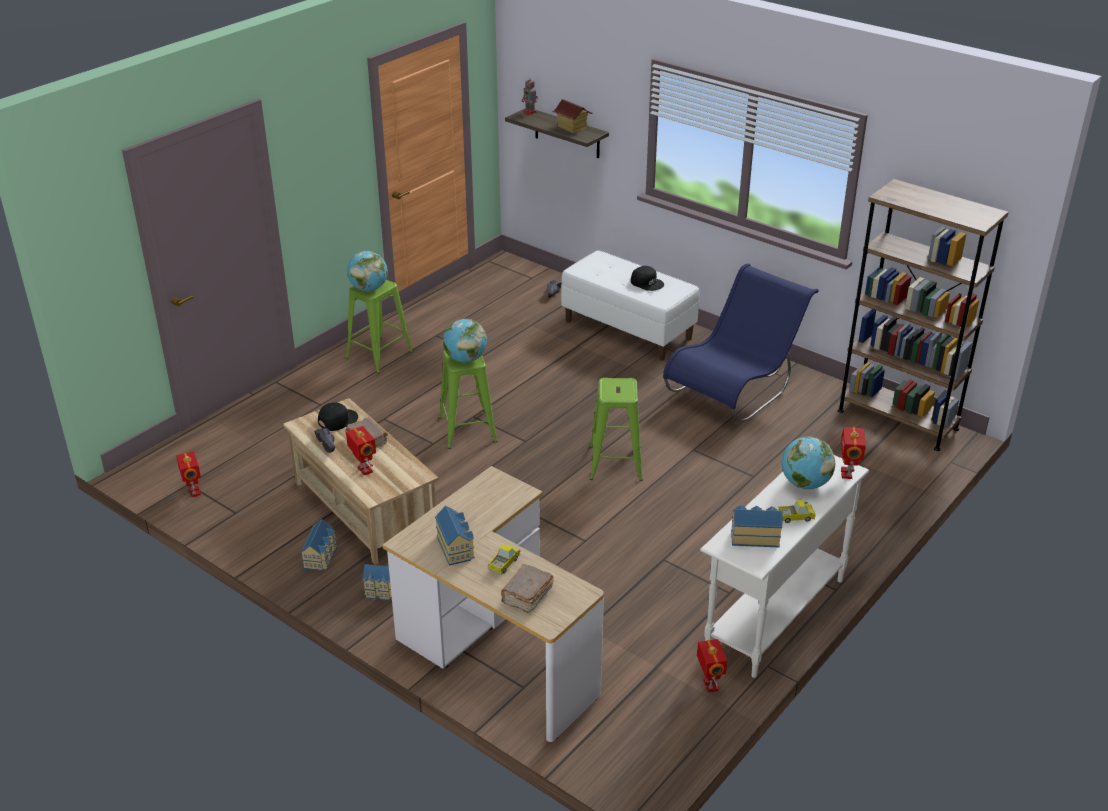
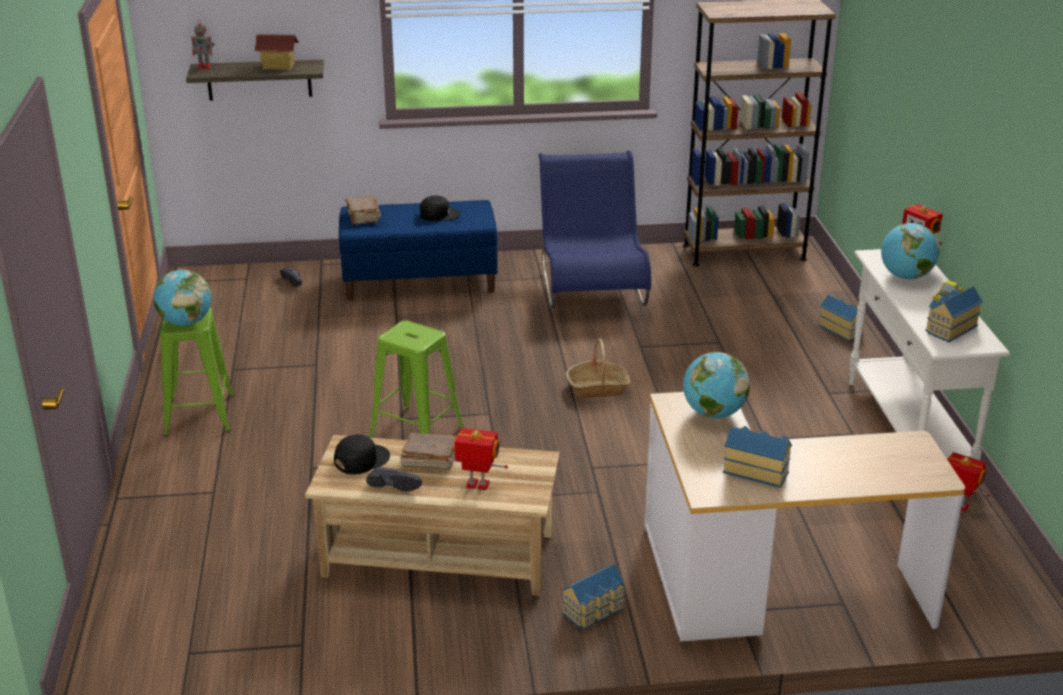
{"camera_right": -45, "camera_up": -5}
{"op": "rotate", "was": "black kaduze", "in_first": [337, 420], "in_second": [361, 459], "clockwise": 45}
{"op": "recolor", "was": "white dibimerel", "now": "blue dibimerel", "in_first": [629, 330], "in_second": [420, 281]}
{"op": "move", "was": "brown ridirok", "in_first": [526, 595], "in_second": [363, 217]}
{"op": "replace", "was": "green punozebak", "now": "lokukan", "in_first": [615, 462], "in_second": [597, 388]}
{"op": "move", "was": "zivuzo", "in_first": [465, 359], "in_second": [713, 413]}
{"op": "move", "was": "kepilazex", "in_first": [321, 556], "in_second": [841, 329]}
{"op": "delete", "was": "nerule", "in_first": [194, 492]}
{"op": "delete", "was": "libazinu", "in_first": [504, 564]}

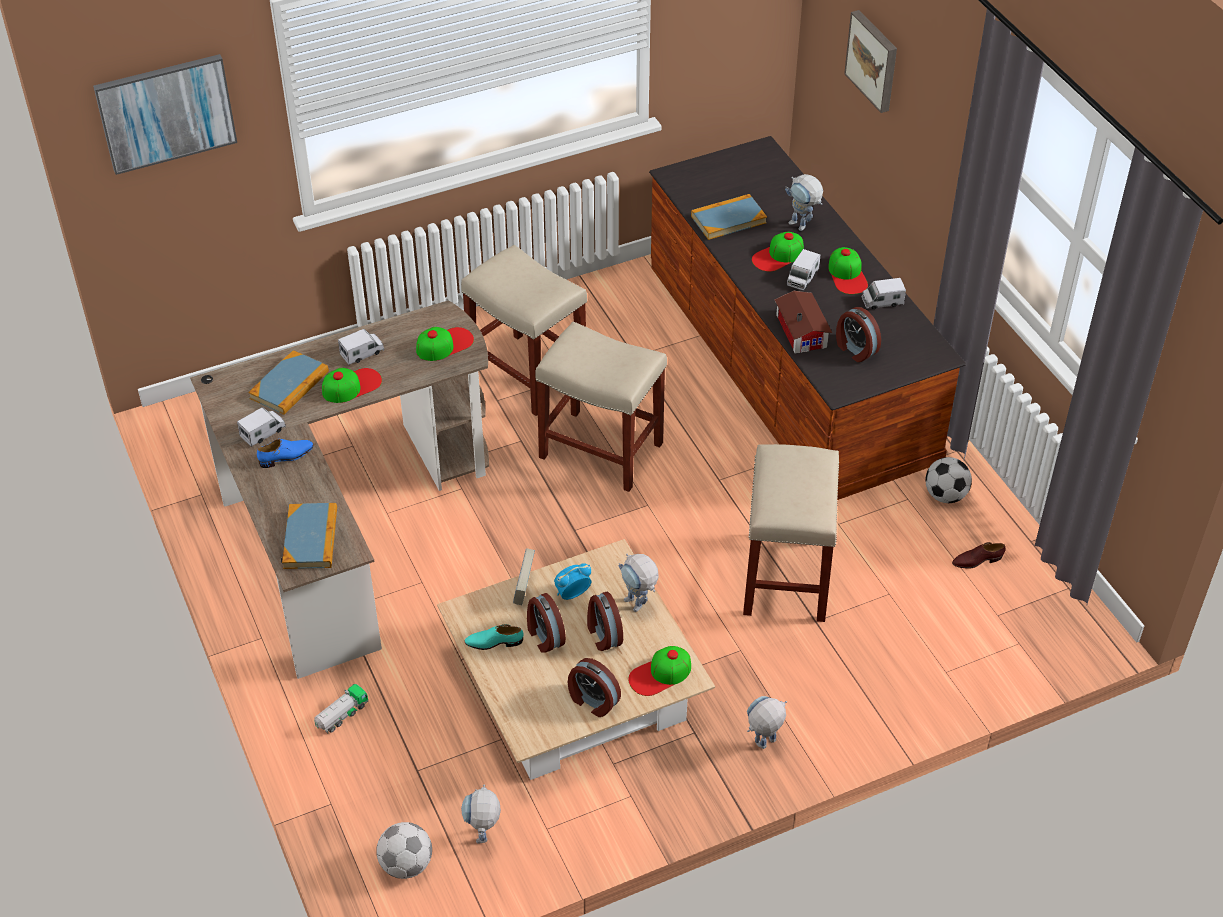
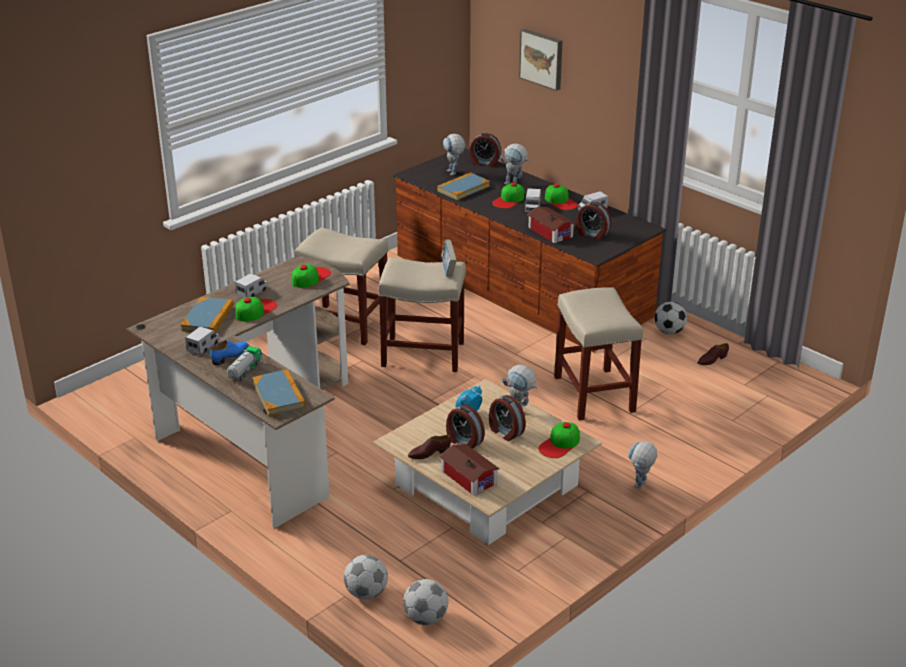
{"camera_right": -20, "camera_up": -15}
{"op": "move", "was": "libazinu", "in_first": [342, 715], "in_second": [244, 371]}
{"op": "insert", "now": "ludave", "in_second": [366, 593]}
{"op": "recolor", "was": "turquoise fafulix", "now": "brown fafulix", "in_first": [494, 642], "in_second": [429, 453]}
{"op": "insert", "now": "kepilazex", "in_second": [469, 476]}
{"op": "move", "was": "ridirok", "in_first": [524, 589], "in_second": [448, 270]}
{"op": "move", "was": "nerule", "in_first": [484, 840], "in_second": [454, 174]}
{"op": "move", "was": "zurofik", "in_first": [593, 701], "in_second": [484, 163]}
{"op": "delete", "was": "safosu", "in_first": [166, 112]}

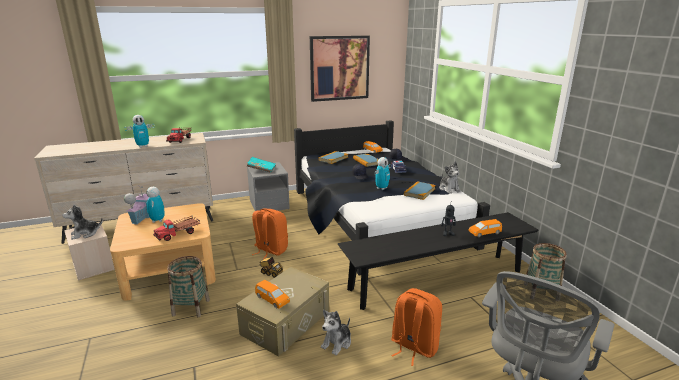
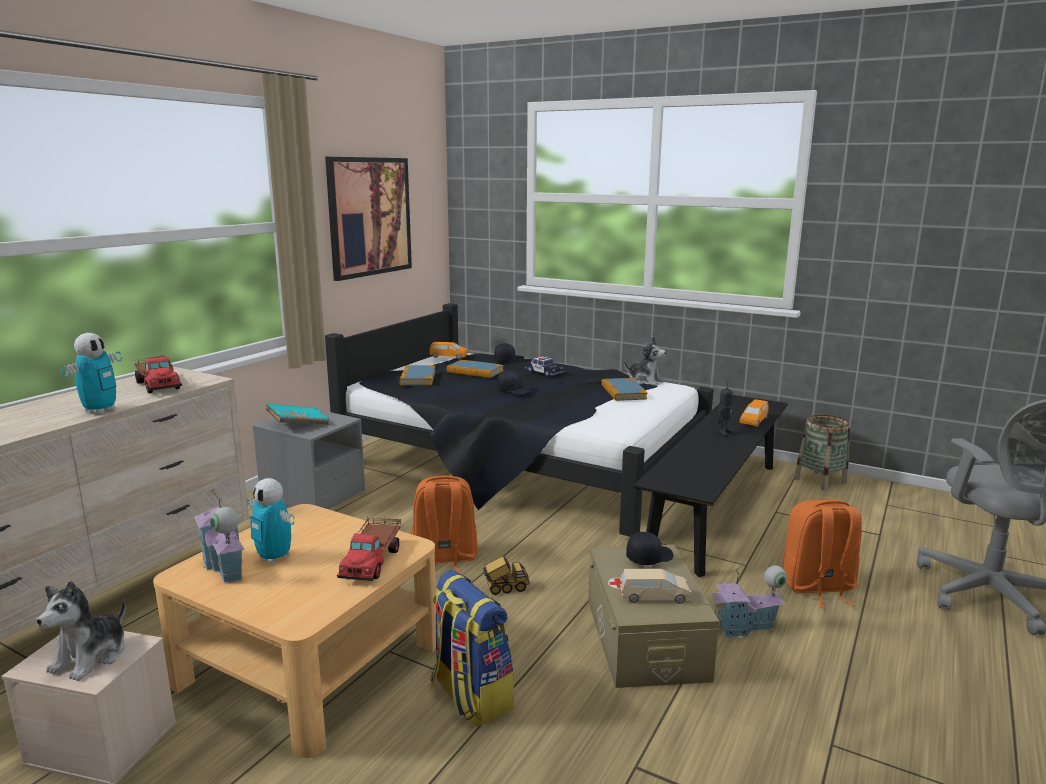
{"camera_right": -40, "camera_up": -5}
{"op": "replace", "was": "lokukan", "now": "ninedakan", "in_first": [191, 307], "in_second": [470, 696]}
{"op": "recolor", "was": "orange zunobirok", "now": "beige zunobirok", "in_first": [272, 299], "in_second": [654, 596]}
{"op": "insert", "now": "black kaduze", "in_second": [648, 557]}
{"op": "replace", "was": "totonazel", "now": "kepilazex", "in_first": [337, 343], "in_second": [745, 627]}
{"op": "delete", "was": "nerule", "in_first": [381, 188]}

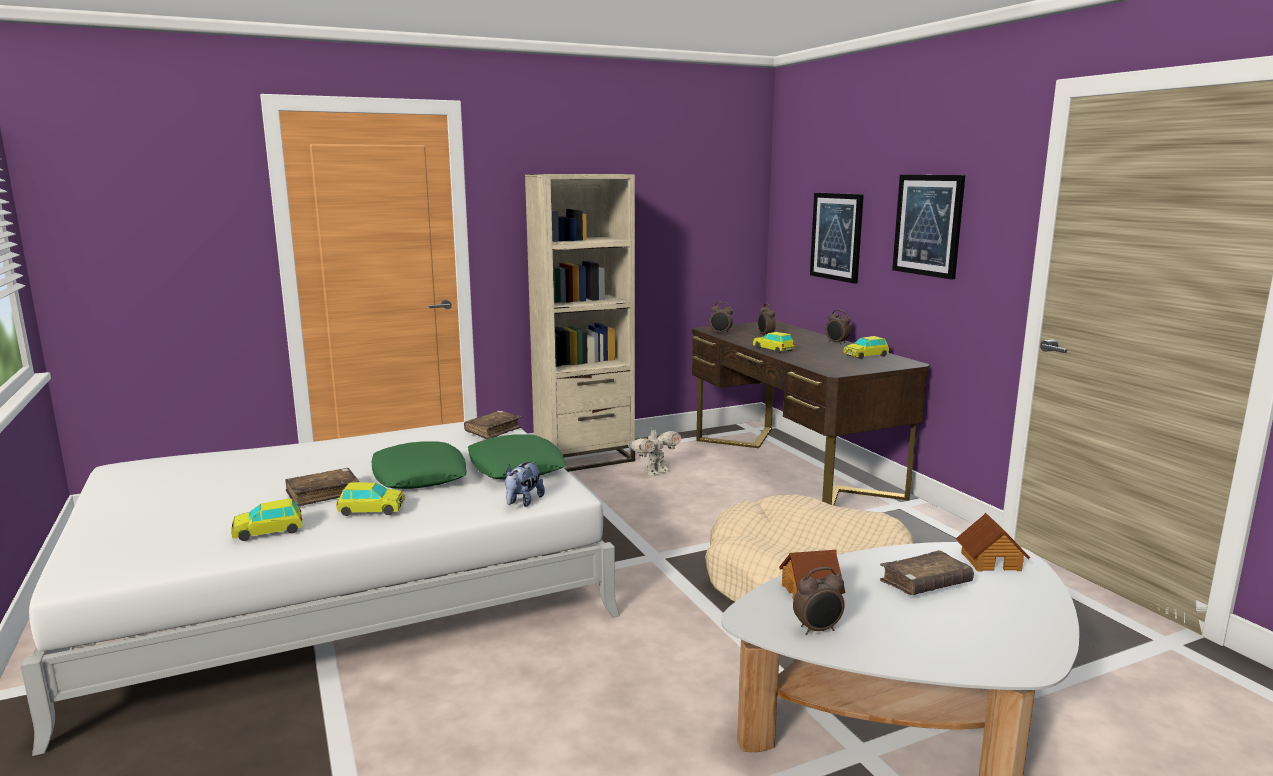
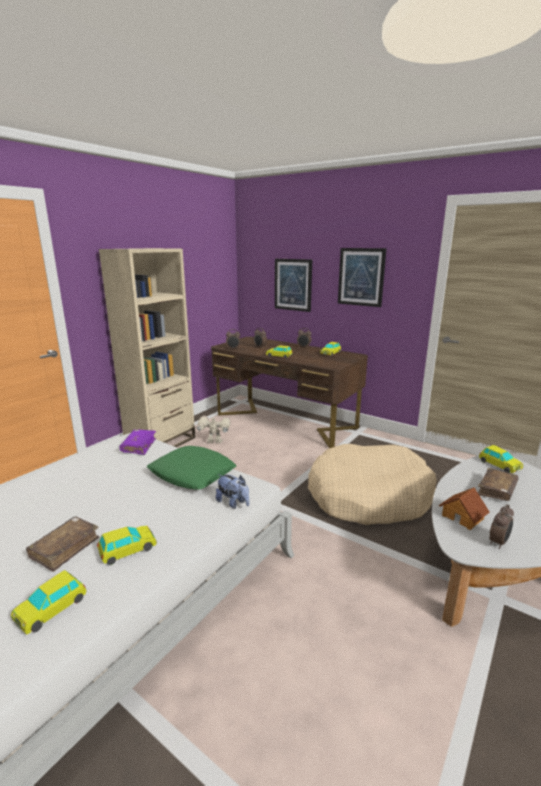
{"camera_right": -30, "camera_up": 5}
{"op": "recolor", "was": "brown ridirok", "now": "purple ridirok", "in_first": [493, 431], "in_second": [139, 446]}
{"op": "rotate", "was": "nerule", "in_first": [654, 472], "in_second": [214, 442], "clockwise": -105}
{"op": "rotate", "was": "totonazel", "in_first": [523, 502], "in_second": [233, 503], "clockwise": -45}
{"op": "replace", "was": "kepilazex", "now": "zunobirok", "in_first": [990, 561], "in_second": [499, 465]}
{"op": "delete", "was": "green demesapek", "in_first": [419, 475]}

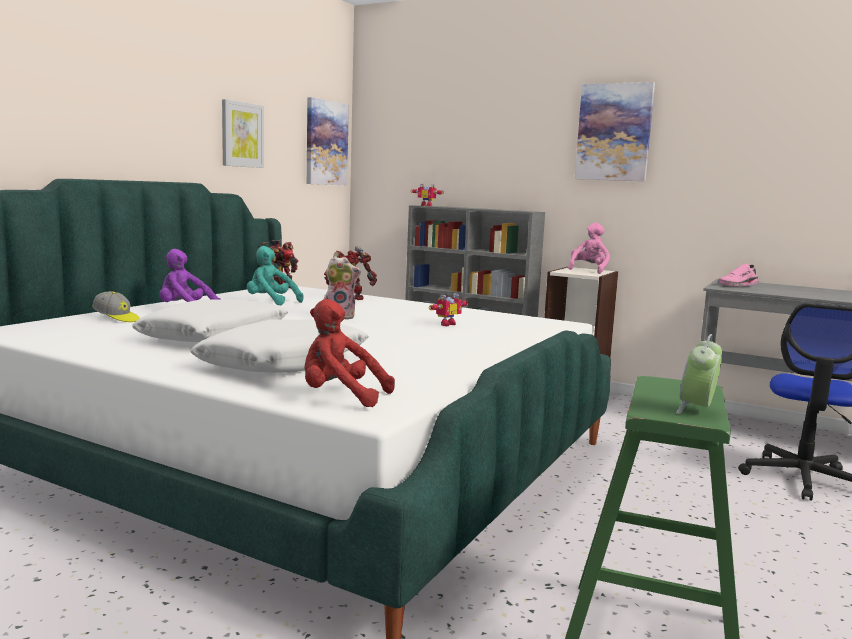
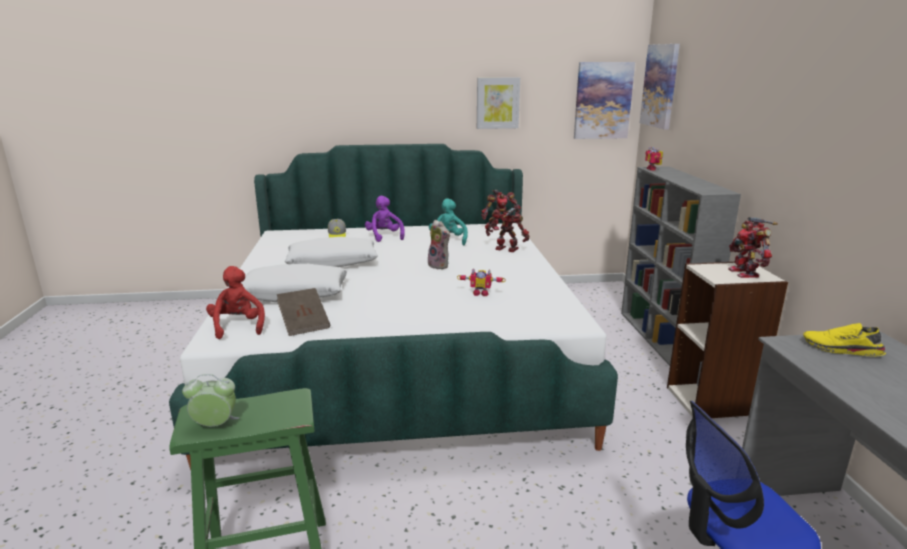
{"camera_right": 55, "camera_up": 10}
{"op": "insert", "now": "brown ridirok", "in_second": [304, 323]}
{"op": "move", "was": "safosu", "in_first": [614, 132], "in_second": [660, 86]}
{"op": "replace", "was": "pink totonazel", "now": "nerule", "in_first": [589, 270], "in_second": [745, 273]}
{"op": "recolor", "was": "pink fafulix", "now": "yellow fafulix", "in_first": [739, 285], "in_second": [841, 350]}

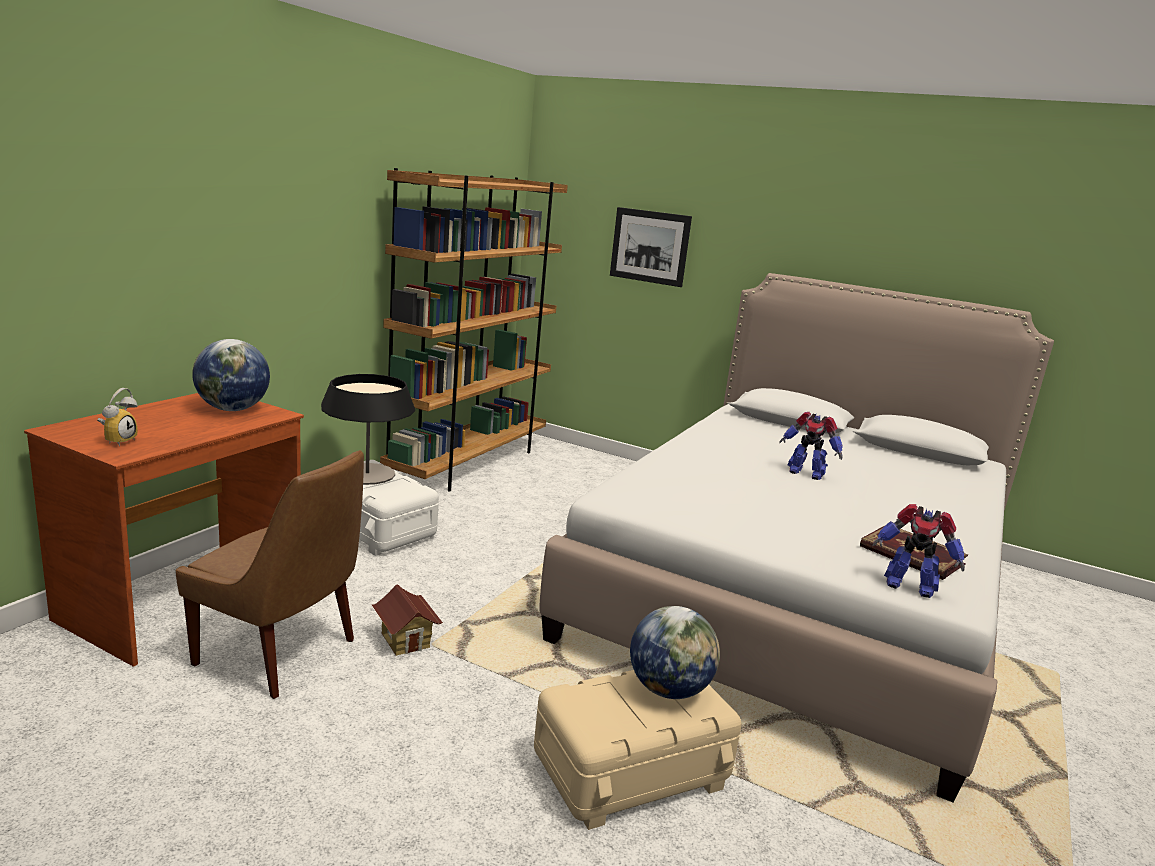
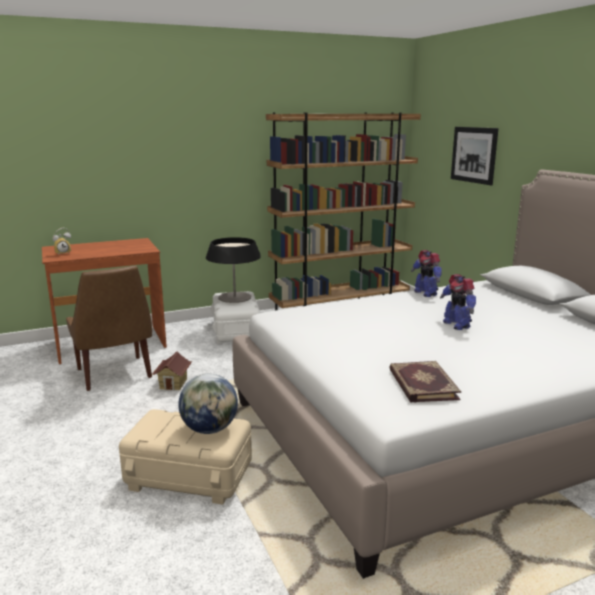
{"camera_right": 40, "camera_up": 0}
{"op": "move", "was": "nerule", "in_first": [909, 586], "in_second": [425, 293]}
{"op": "delete", "was": "zivuzo", "in_first": [232, 409]}

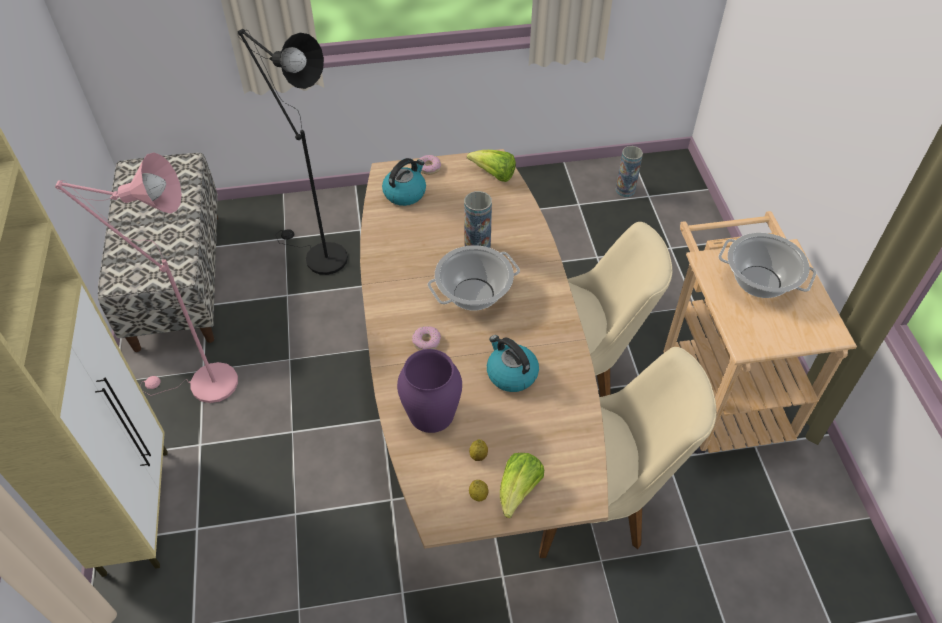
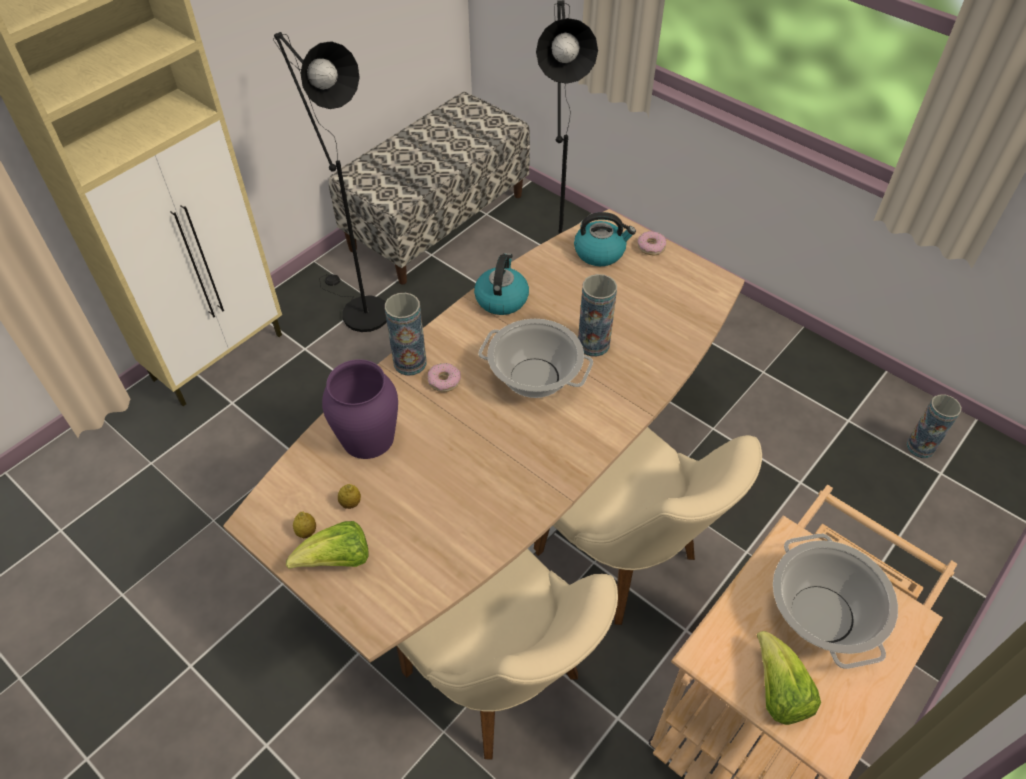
{"camera_right": 50, "camera_up": 0}
{"op": "recolor", "was": "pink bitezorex", "now": "black bitezorex", "in_first": [204, 384], "in_second": [359, 310]}
{"op": "insert", "now": "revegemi", "in_second": [410, 363]}
{"op": "move", "was": "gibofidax", "in_first": [511, 374], "in_second": [501, 298]}
{"op": "move", "was": "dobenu", "in_first": [494, 175], "in_second": [778, 692]}

